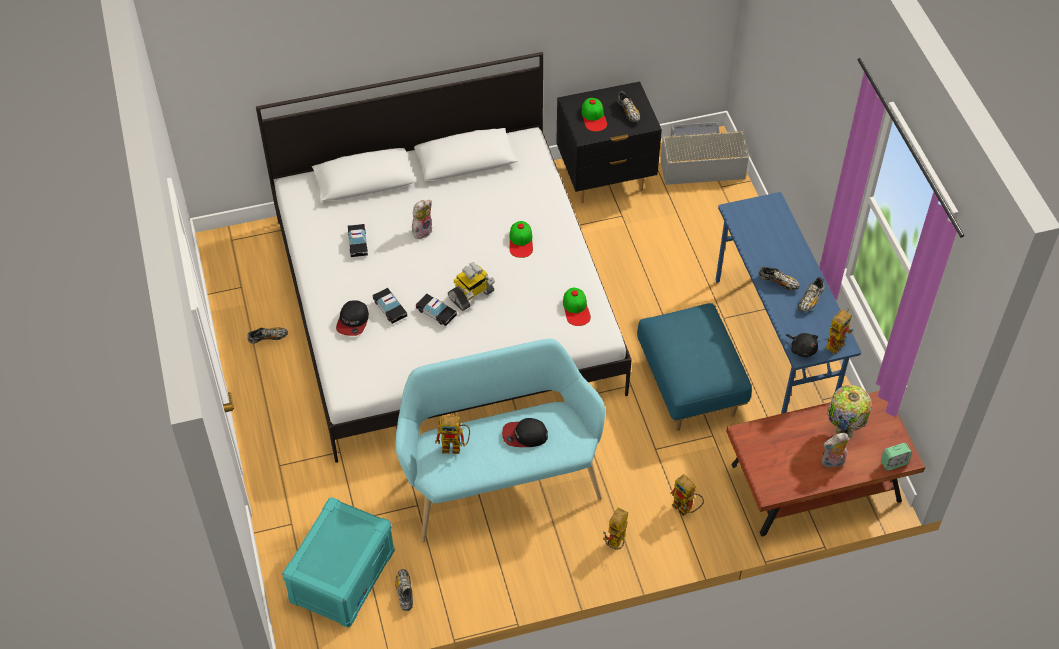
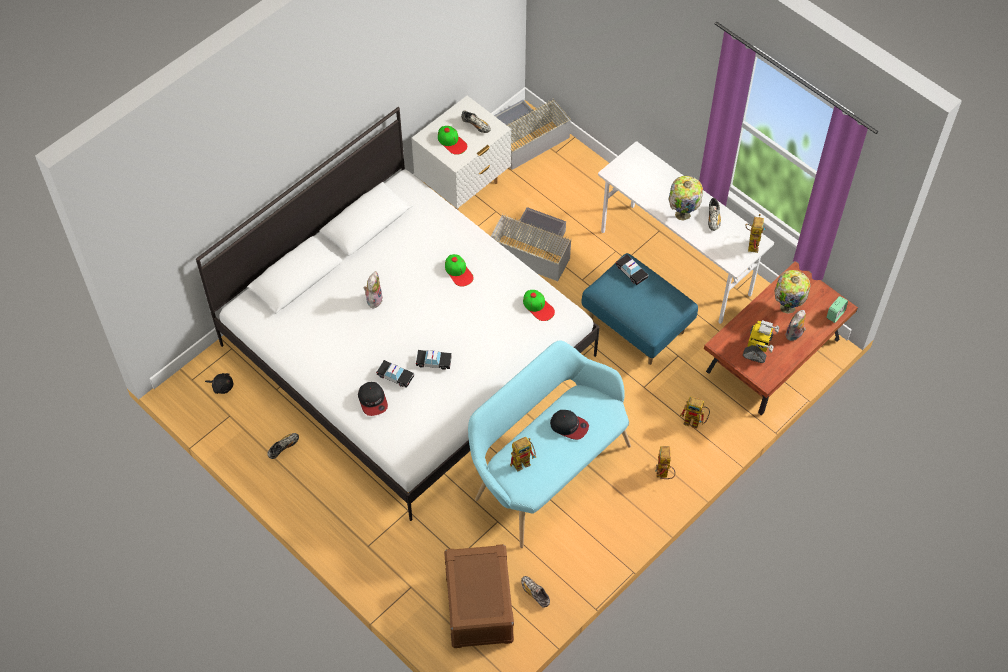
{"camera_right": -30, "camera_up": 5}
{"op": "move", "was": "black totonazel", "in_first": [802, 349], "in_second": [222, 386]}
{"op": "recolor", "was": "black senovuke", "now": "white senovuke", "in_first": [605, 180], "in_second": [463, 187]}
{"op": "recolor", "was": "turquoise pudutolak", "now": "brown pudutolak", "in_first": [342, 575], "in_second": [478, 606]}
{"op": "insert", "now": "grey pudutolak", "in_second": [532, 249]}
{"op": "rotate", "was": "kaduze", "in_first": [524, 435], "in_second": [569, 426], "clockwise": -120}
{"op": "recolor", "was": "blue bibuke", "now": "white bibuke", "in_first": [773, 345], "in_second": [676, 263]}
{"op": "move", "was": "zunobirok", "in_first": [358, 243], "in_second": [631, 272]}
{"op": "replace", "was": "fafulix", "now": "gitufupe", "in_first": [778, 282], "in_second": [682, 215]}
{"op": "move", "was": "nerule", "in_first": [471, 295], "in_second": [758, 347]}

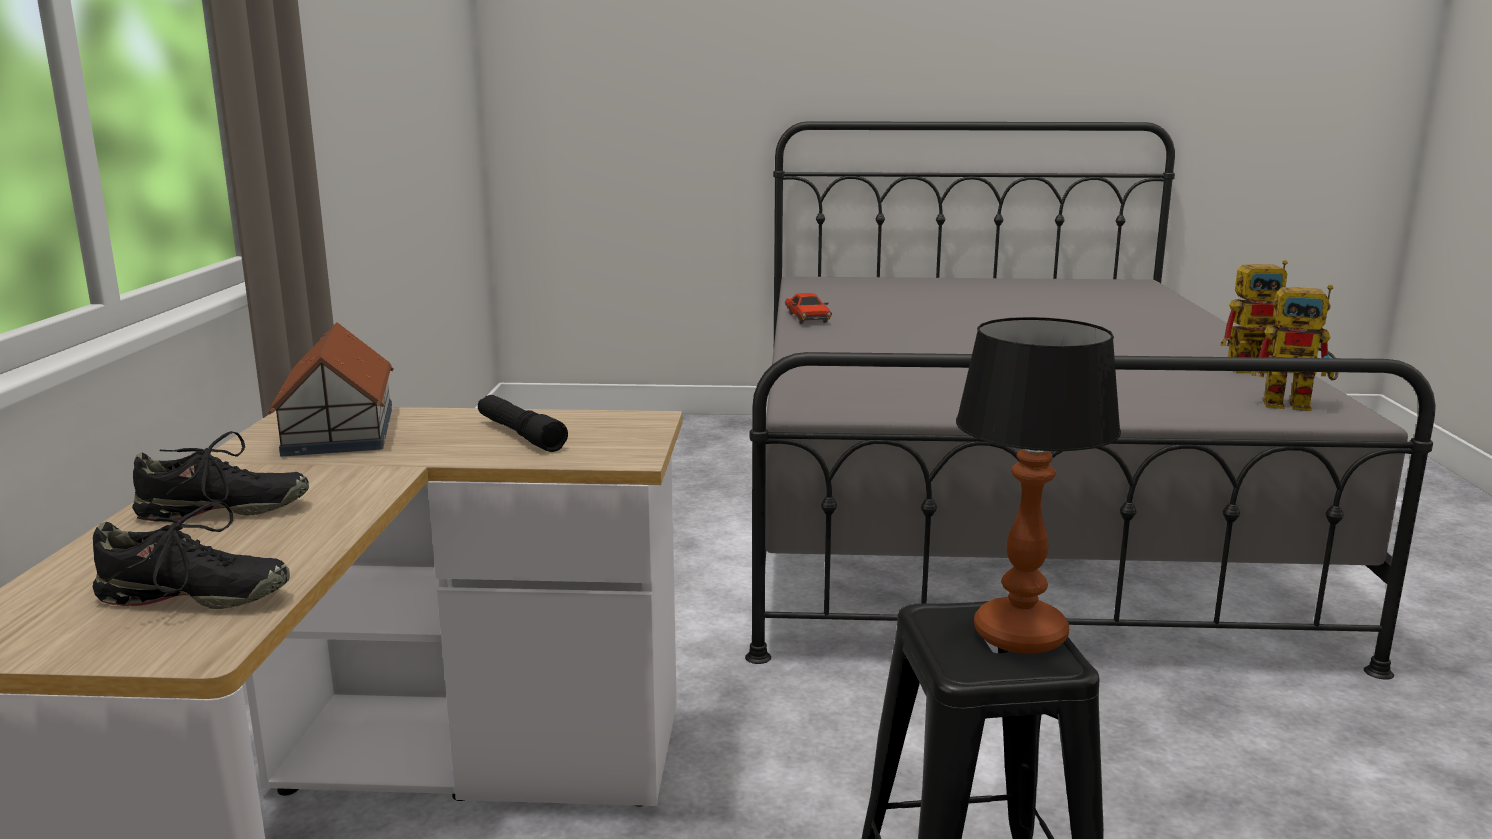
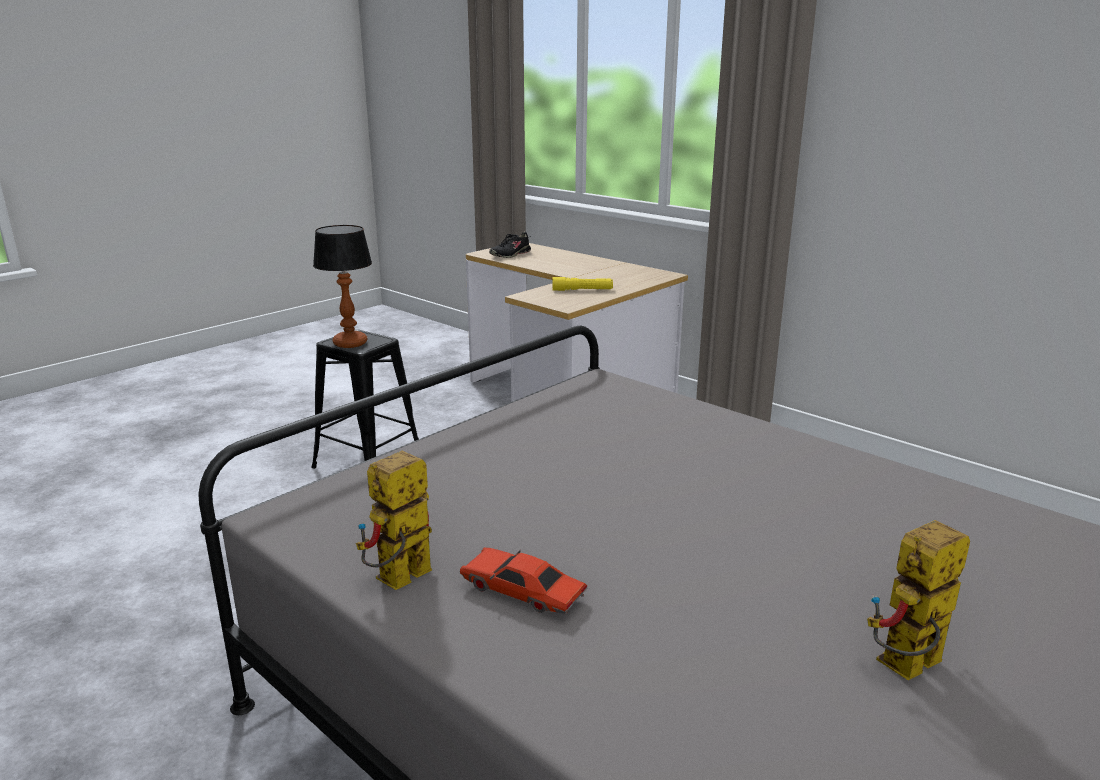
{"camera_right": 130, "camera_up": 5}
{"op": "move", "was": "red zunobirok", "in_first": [807, 318], "in_second": [523, 592]}
{"op": "recolor", "was": "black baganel", "now": "yellow baganel", "in_first": [520, 434], "in_second": [582, 290]}
{"op": "move", "was": "nerule", "in_first": [1297, 404], "in_second": [906, 669]}
{"op": "delete", "was": "black fafulix", "in_first": [223, 511]}
{"op": "delete", "was": "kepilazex", "in_first": [341, 430]}

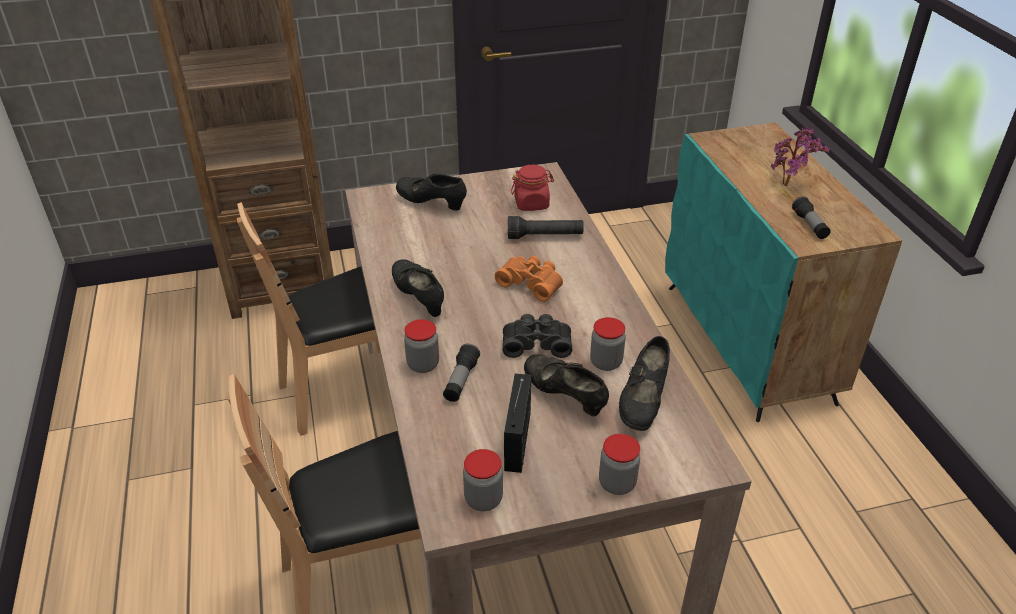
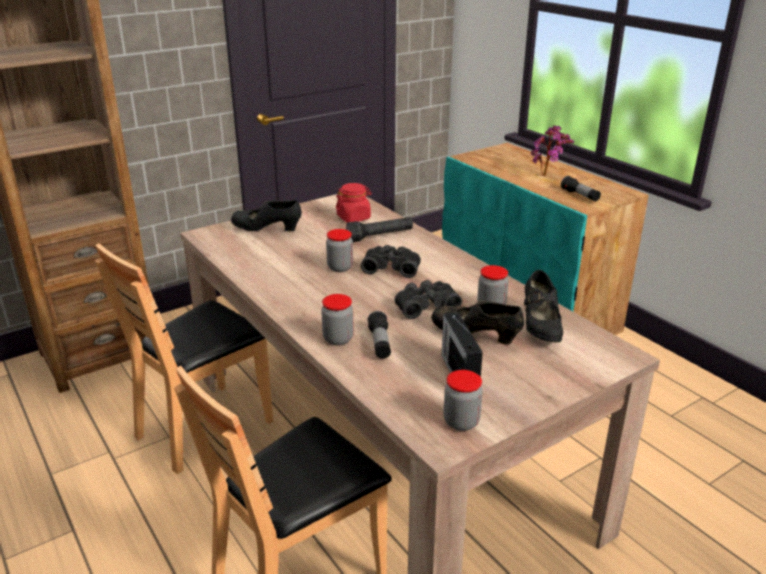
{"camera_right": -20, "camera_up": -10}
{"op": "move", "was": "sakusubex", "in_first": [617, 483], "in_second": [340, 267]}
{"op": "recolor", "was": "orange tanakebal", "now": "black tanakebal", "in_first": [531, 283], "in_second": [391, 267]}
{"op": "delete", "was": "black fafulix", "in_first": [419, 298]}

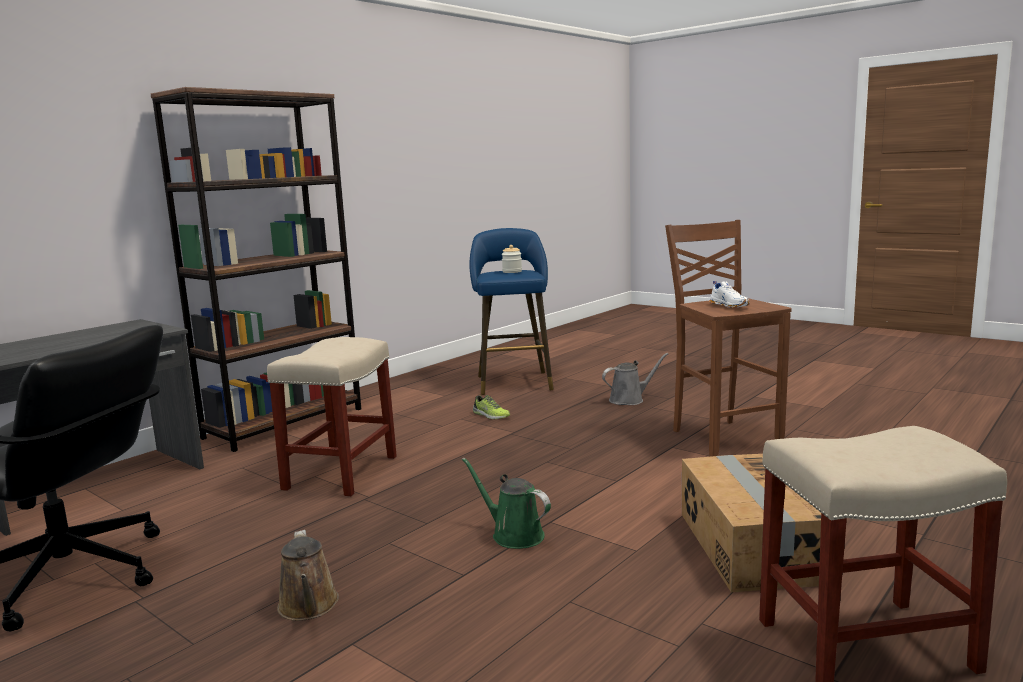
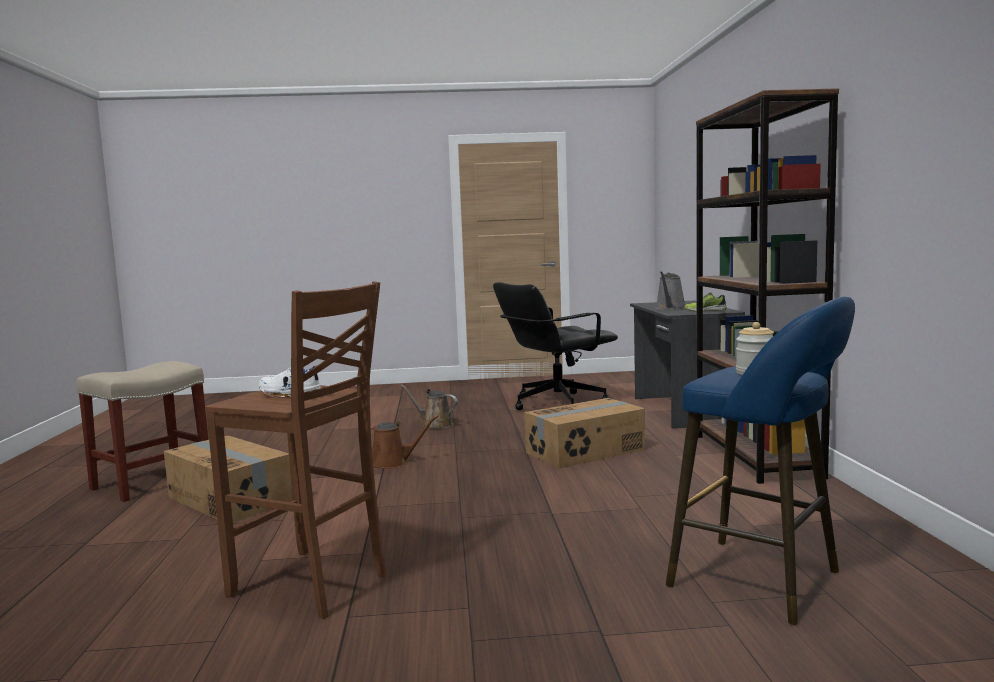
{"camera_right": 135, "camera_up": -5}
{"op": "recolor", "was": "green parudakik", "now": "brown parudakik", "in_first": [513, 535], "in_second": [393, 463]}
{"op": "replace", "was": "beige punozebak", "now": "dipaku", "in_first": [341, 472], "in_second": [586, 451]}
{"op": "move", "was": "grey parudakik", "in_first": [629, 400], "in_second": [670, 308]}
{"op": "move", "was": "fafulix", "in_first": [490, 415], "in_second": [705, 310]}

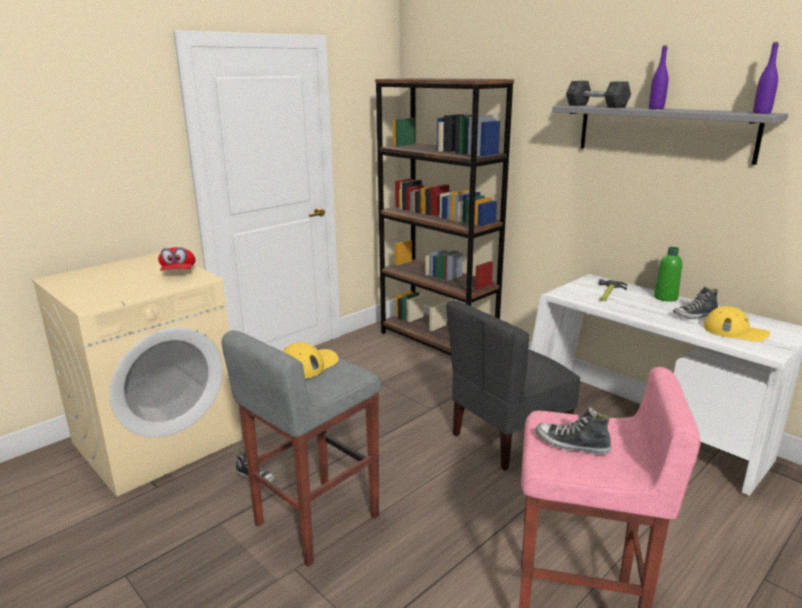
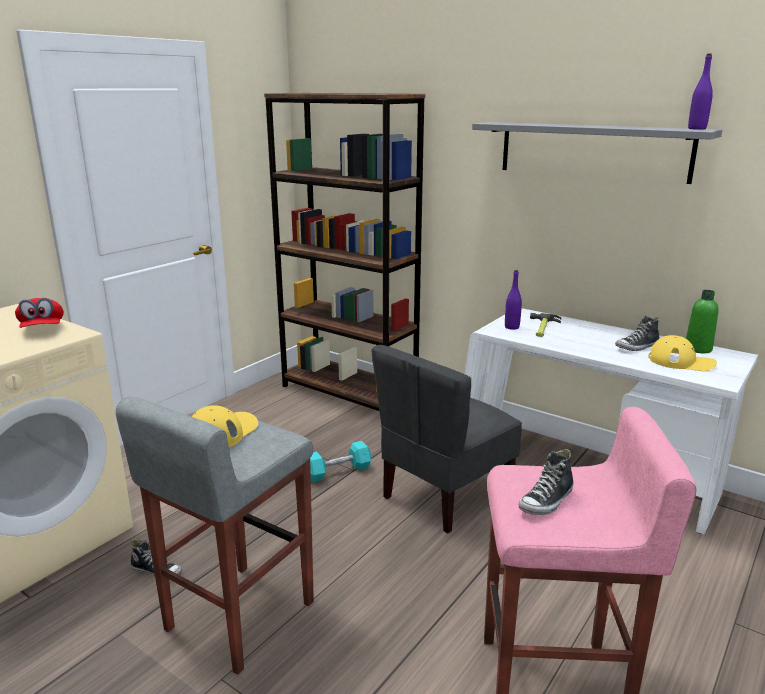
{"camera_right": -10, "camera_up": 0}
{"op": "insert", "now": "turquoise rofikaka", "in_second": [337, 471]}
{"op": "move", "was": "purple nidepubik", "in_first": [656, 108], "in_second": [512, 327]}
{"op": "rotate", "was": "fafulix", "in_first": [571, 445], "in_second": [546, 501], "clockwise": -60}
{"op": "move", "was": "green nidepubik", "in_first": [665, 298], "in_second": [698, 349]}
{"op": "delete", "was": "grey rofikaka", "in_first": [596, 106]}

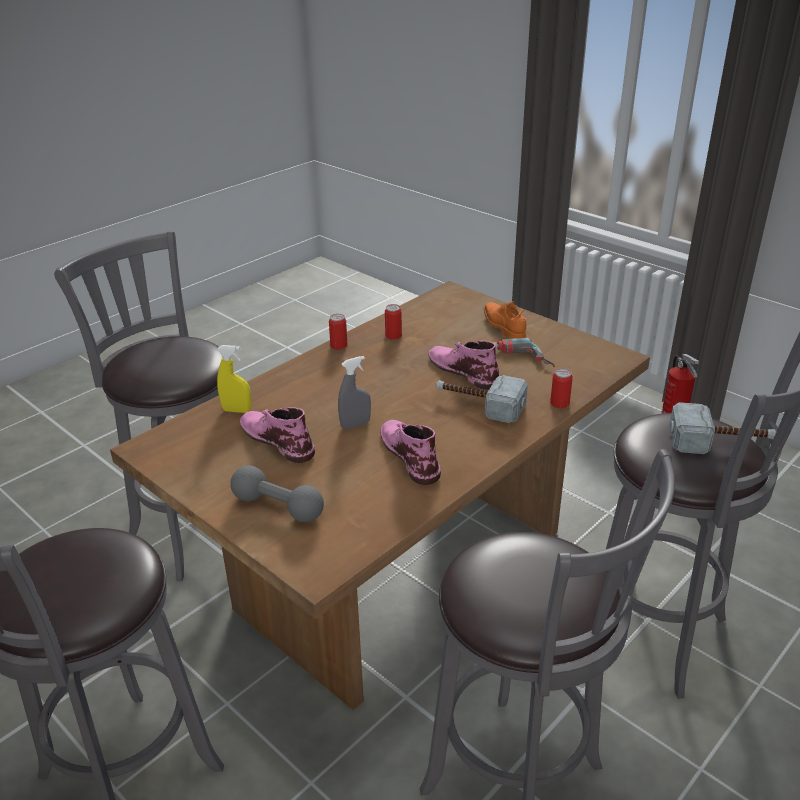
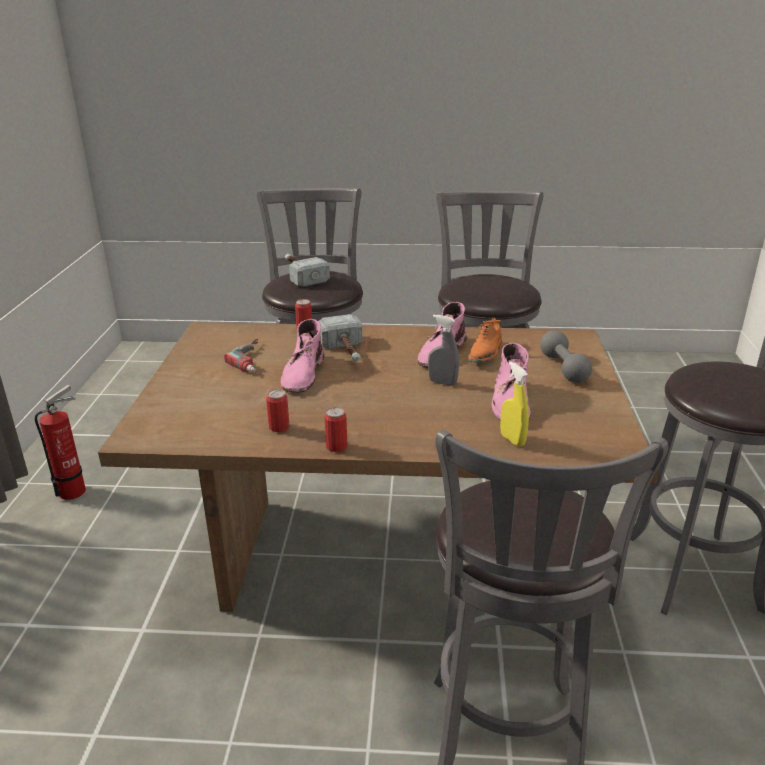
{"camera_right": -130, "camera_up": -5}
{"op": "move", "was": "orange fafulix", "in_first": [503, 327], "in_second": [485, 354]}

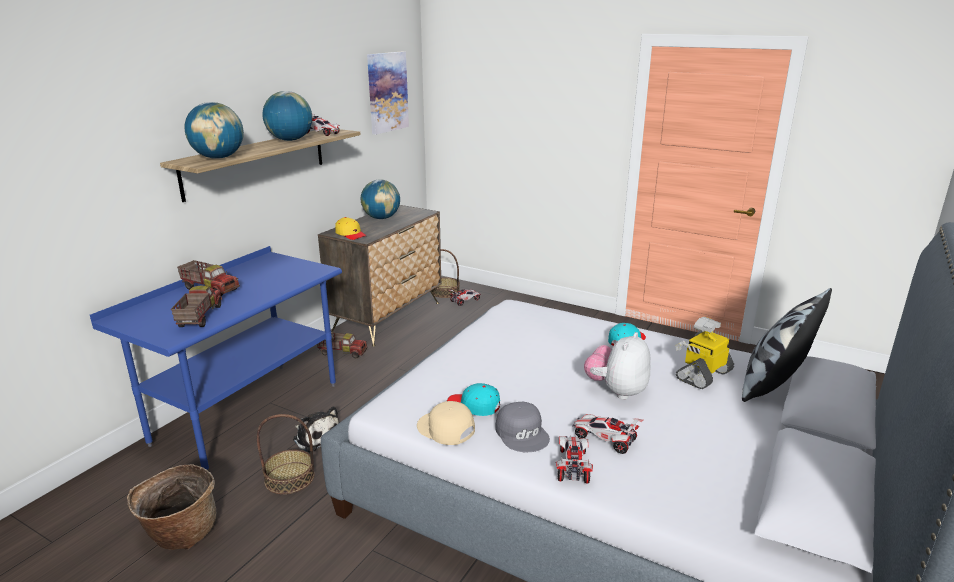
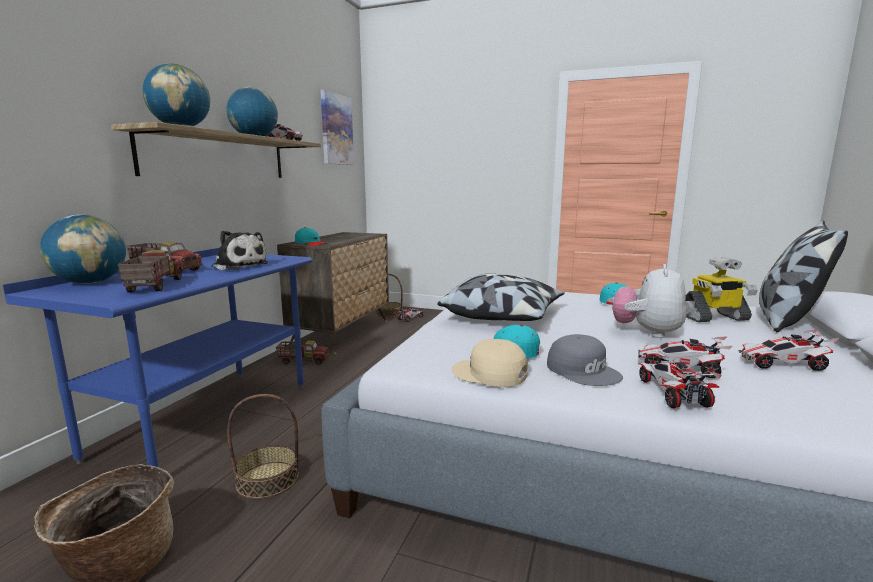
{"camera_right": -10, "camera_up": -10}
{"op": "move", "was": "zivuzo", "in_first": [381, 218], "in_second": [90, 282]}
{"op": "move", "was": "totonazel", "in_first": [316, 437], "in_second": [238, 266]}
{"op": "recolor", "was": "yellow kaduze", "now": "turquoise kaduze", "in_first": [350, 234], "in_second": [310, 243]}
{"op": "insert", "now": "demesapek", "in_second": [503, 317]}
{"op": "rotate", "was": "nerule", "in_first": [703, 375], "in_second": [714, 318], "clockwise": -135}
{"op": "insert", "now": "zunobirok", "in_second": [782, 364]}

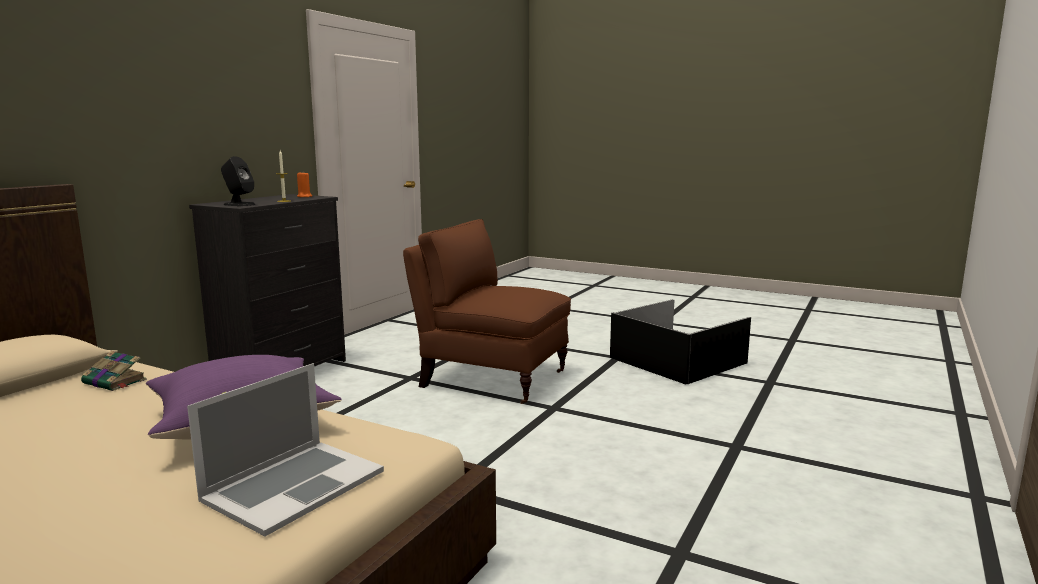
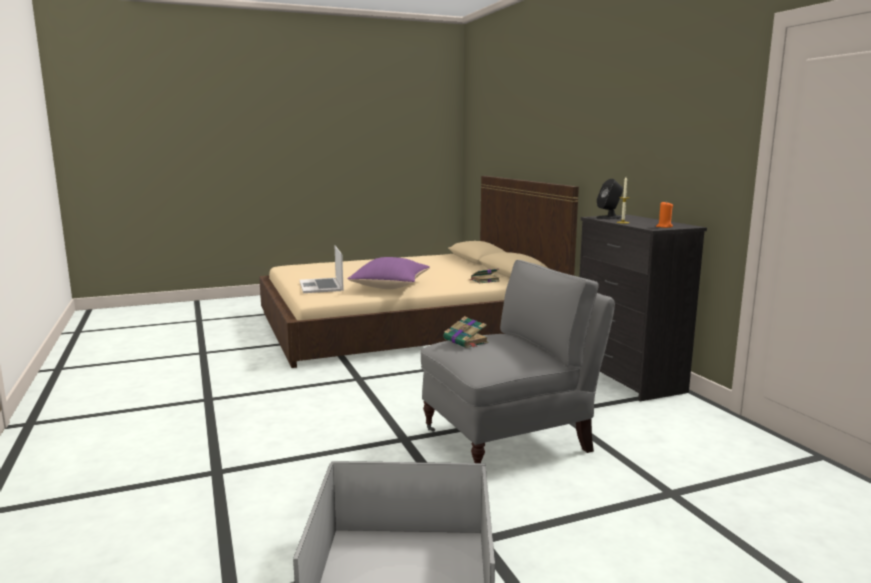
{"camera_right": 130, "camera_up": 0}
{"op": "recolor", "was": "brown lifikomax", "now": "grey lifikomax", "in_first": [491, 378], "in_second": [510, 440]}
{"op": "insert", "now": "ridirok", "in_second": [466, 341]}

